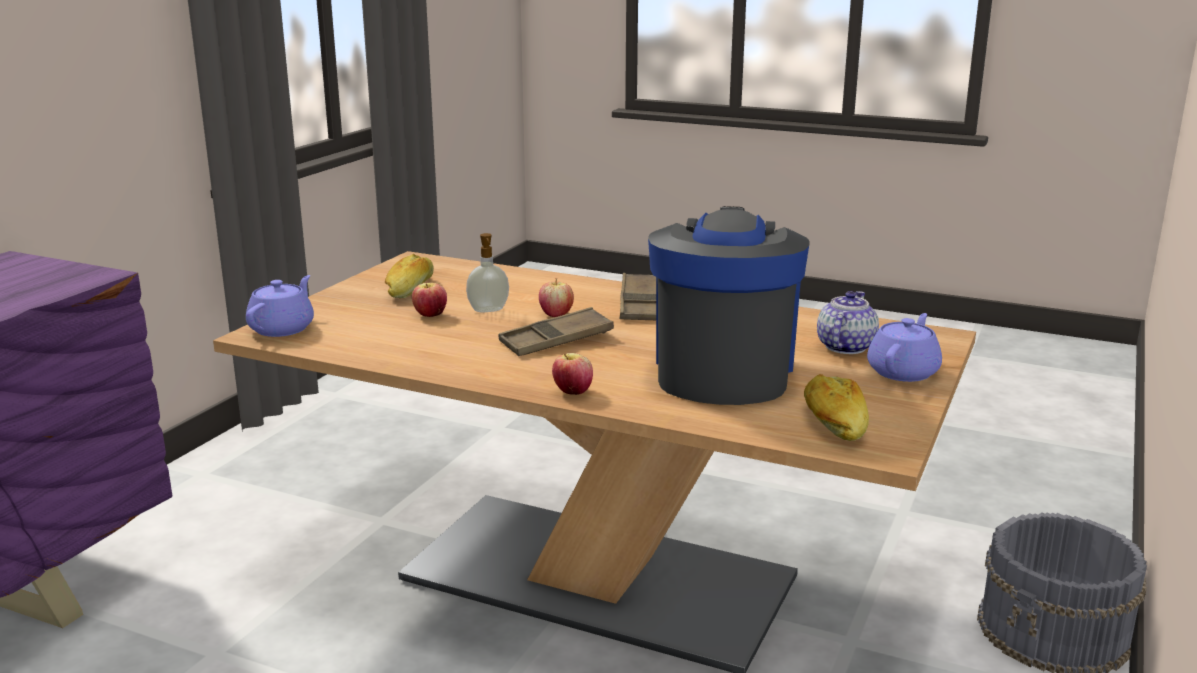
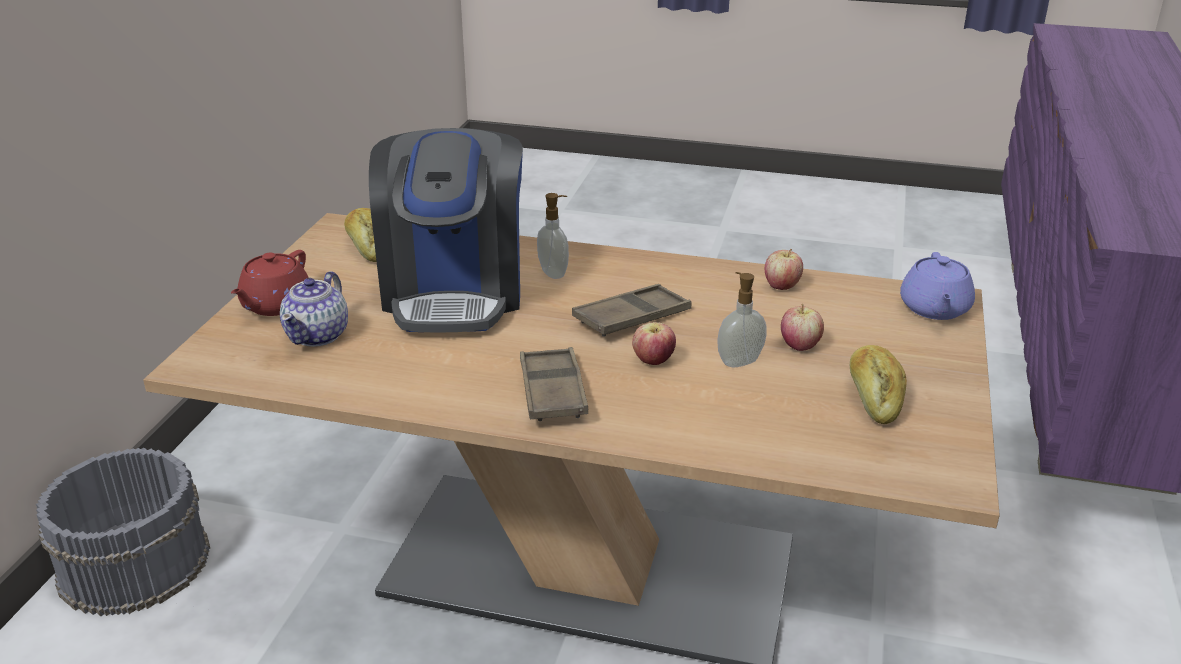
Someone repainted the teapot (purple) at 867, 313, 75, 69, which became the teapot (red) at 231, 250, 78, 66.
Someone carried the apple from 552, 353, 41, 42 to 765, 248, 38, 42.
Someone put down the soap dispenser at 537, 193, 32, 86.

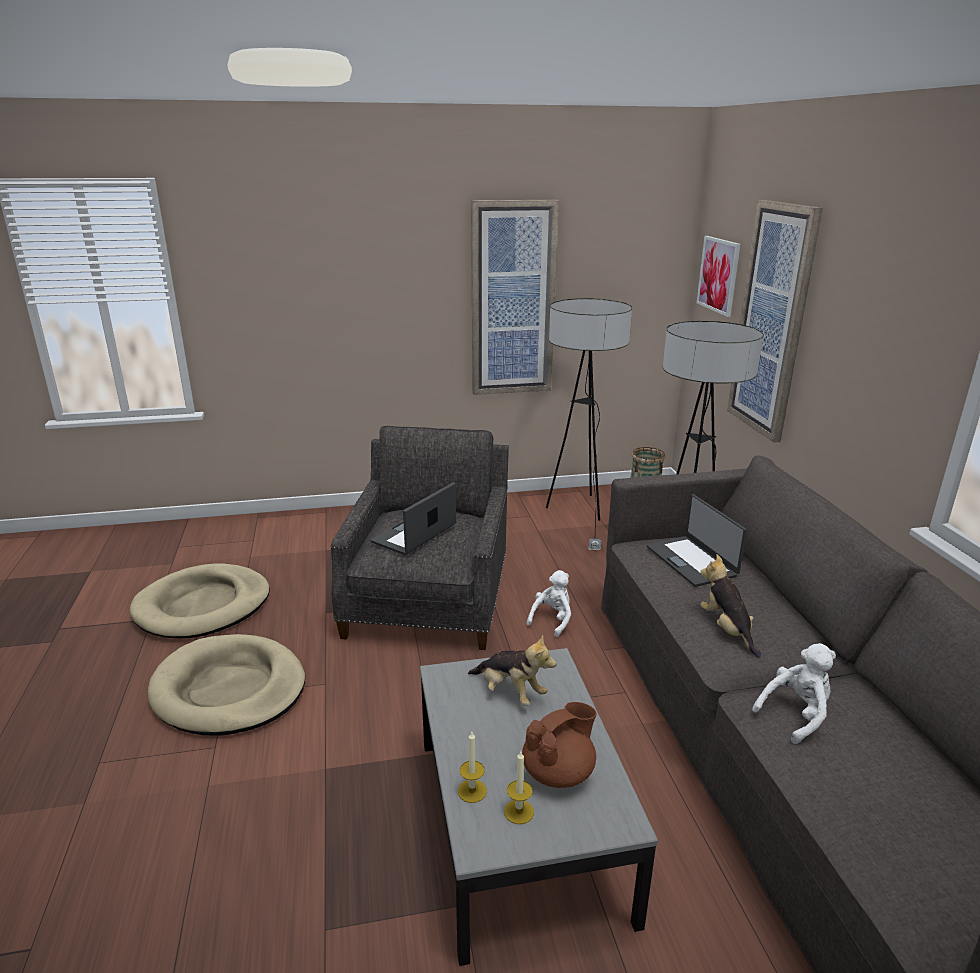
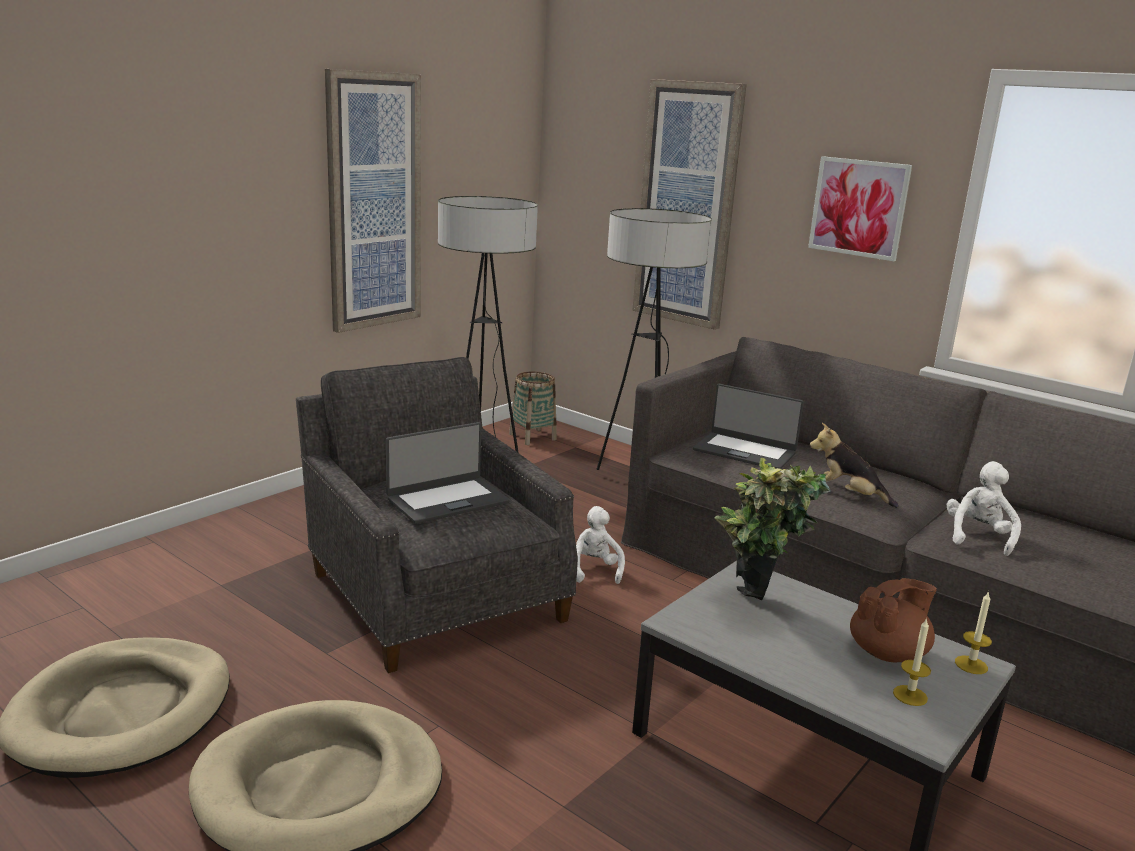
Someone carried the picture from 697, 236, 44, 81 to 808, 156, 104, 105.
Someone rotated the laptop at 370, 482, 86, 73 by 120 degrees counterclockwise.
Someone swapped the plush toy at 468, 634, 88, 72 for the potted plant at 715, 458, 116, 142.
Someone rotated the teapot (brown) at 522, 702, 75, 86 by 45 degrees clockwise.
Someone carried the candle from 458, 732, 29, 71 to 955, 591, 37, 83.

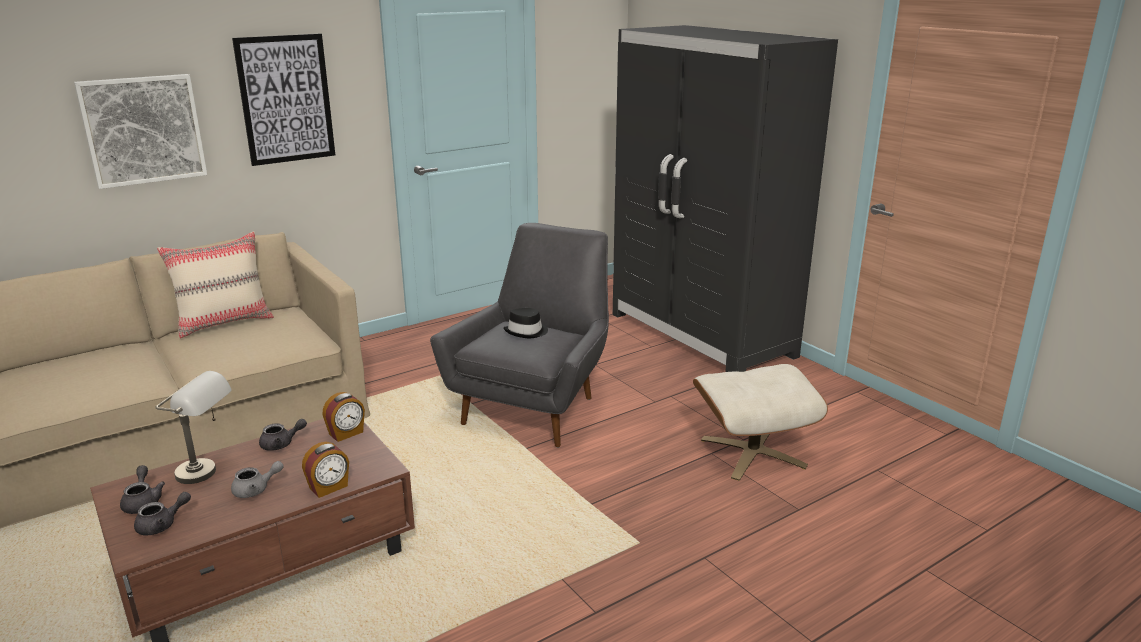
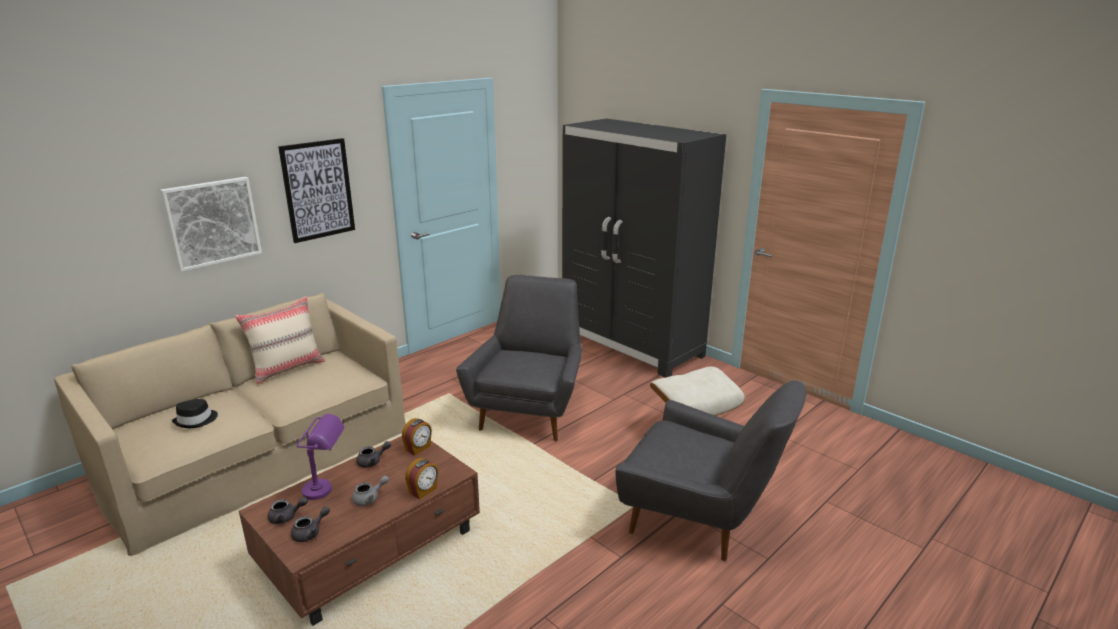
Someone carried the hat (black) from 503, 308, 45, 30 to 172, 399, 46, 29.
Someone repainted the table lamp (grey) at 155, 371, 77, 113, which became the table lamp (purple) at 296, 414, 49, 86.
Someone rotated the teapot (grey) at 120, 465, 45, 49 by 105 degrees clockwise.
Someone put down the armchair (grey) at 615, 381, 192, 180.

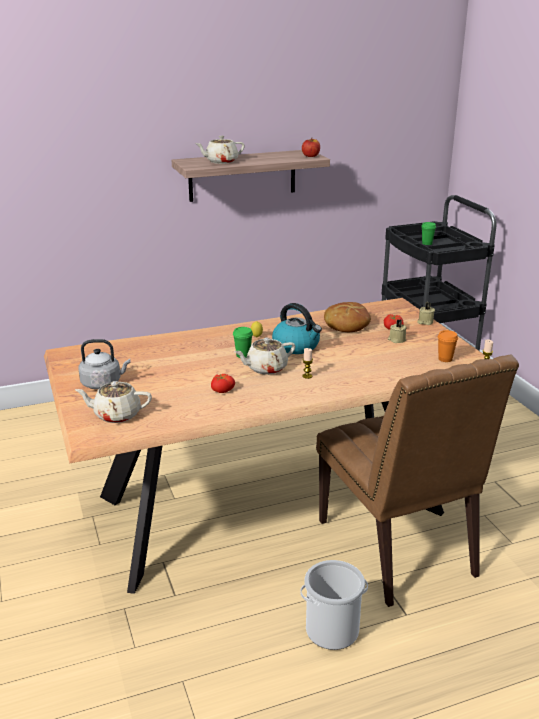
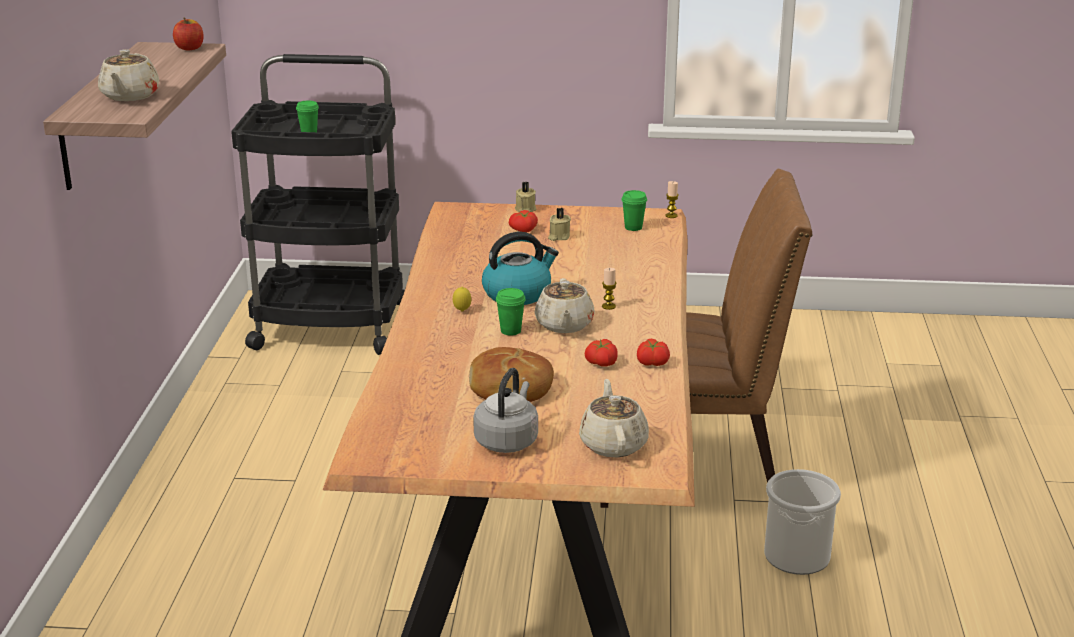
Someone carried the bread from 324, 302, 47, 30 to 469, 347, 85, 55.
Someone repainted the cup (orange) at 438, 330, 20, 32, which became the cup (green) at 622, 190, 25, 41.
Someone rotated the teapot (beige) at 75, 381, 77, 42 by 150 degrees clockwise.
Someone put down the tomato at 637, 339, 33, 27.

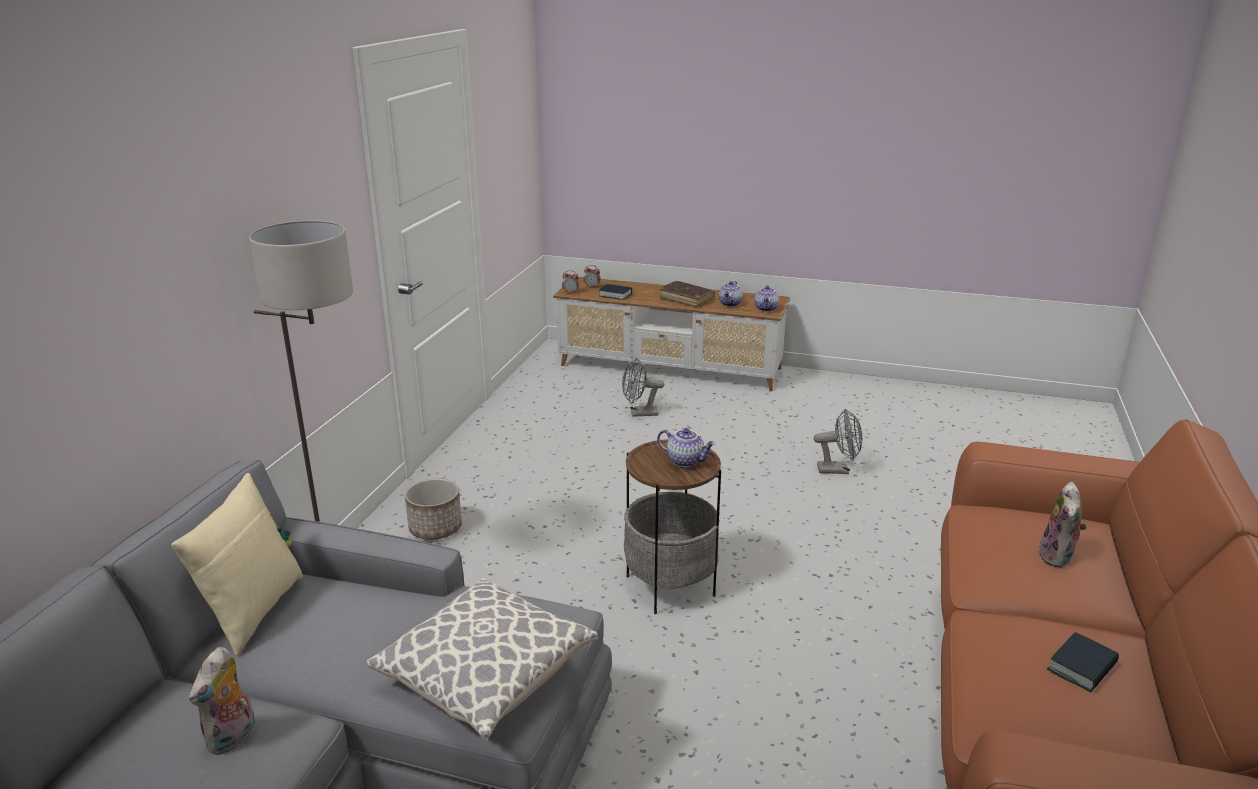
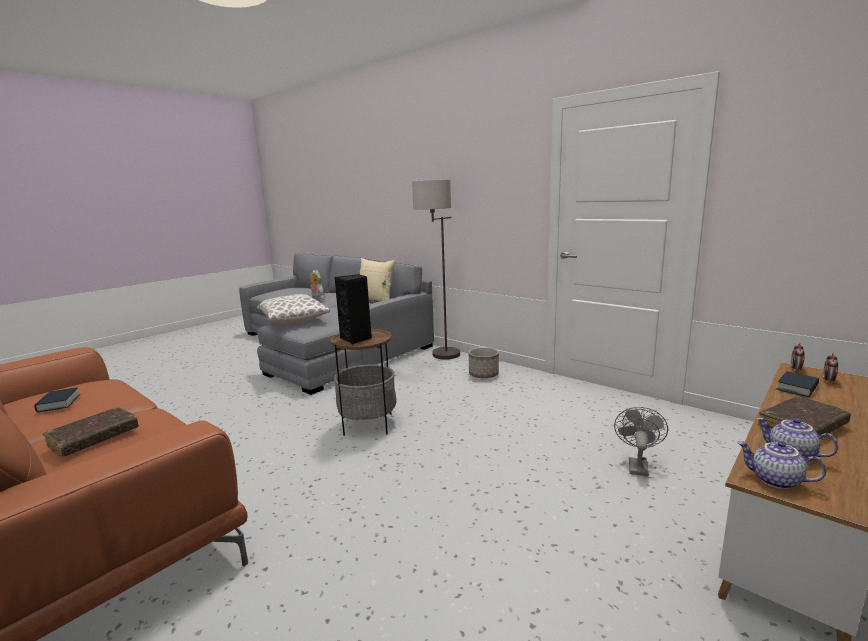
Someone took away the fan (grey) at 814, 409, 48, 65.
Someone swapped the teapot at 657, 428, 58, 39 for the speaker (black) at 335, 274, 37, 71.
Someone swapped the plush toy at 1039, 482, 48, 86 for the book (brown) at 43, 407, 96, 49.

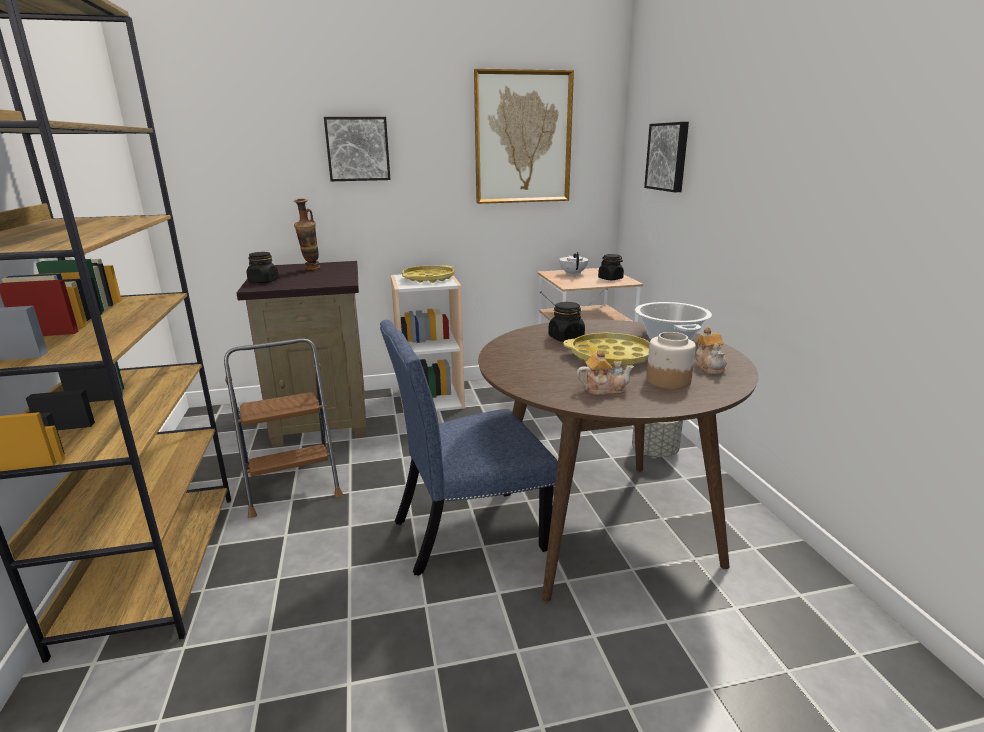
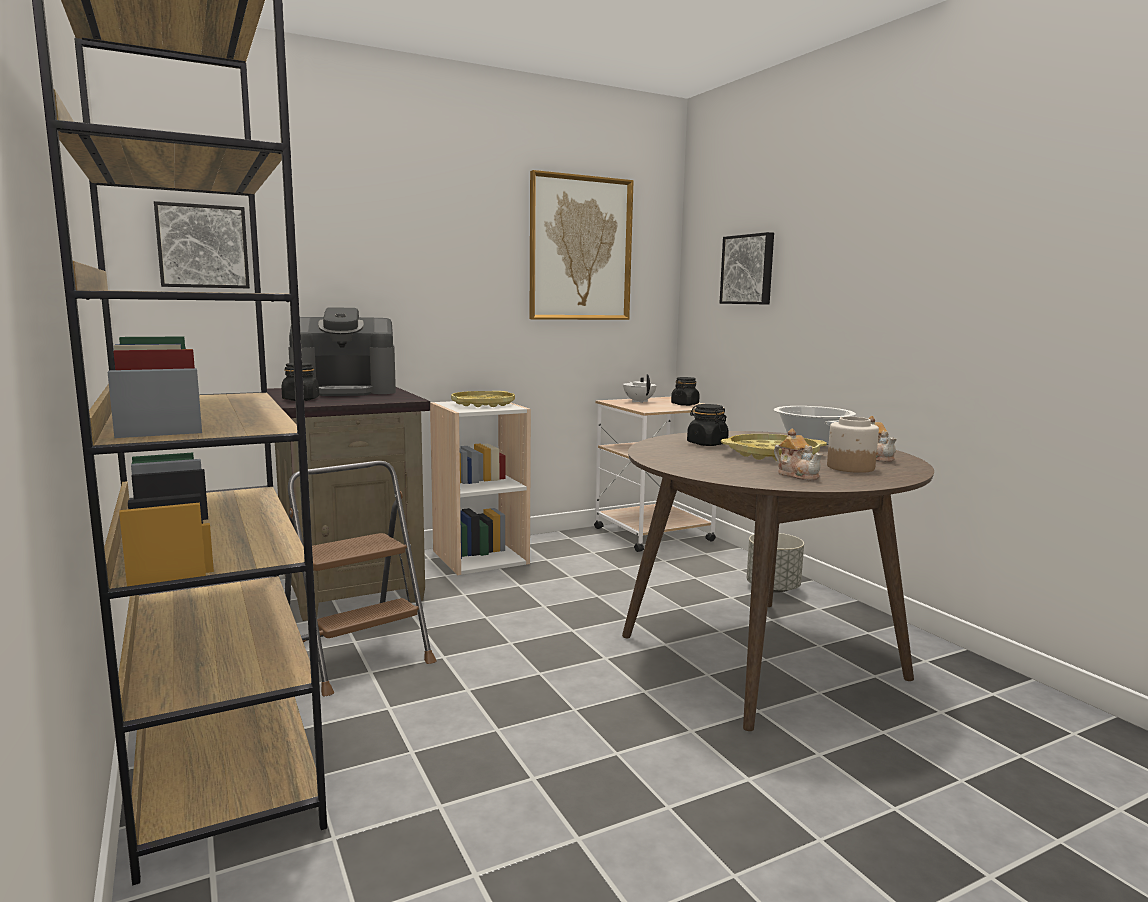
Someone carried the picture from 324, 117, 67, 64 to 154, 201, 96, 87.
Someone swapped the vase at 294, 199, 26, 72 for the coffee machine at 288, 307, 108, 89.
Someone took away the chair (blue) at 380, 320, 178, 256.
Someone rotated the teapot at 577, 350, 57, 45 by 75 degrees clockwise.

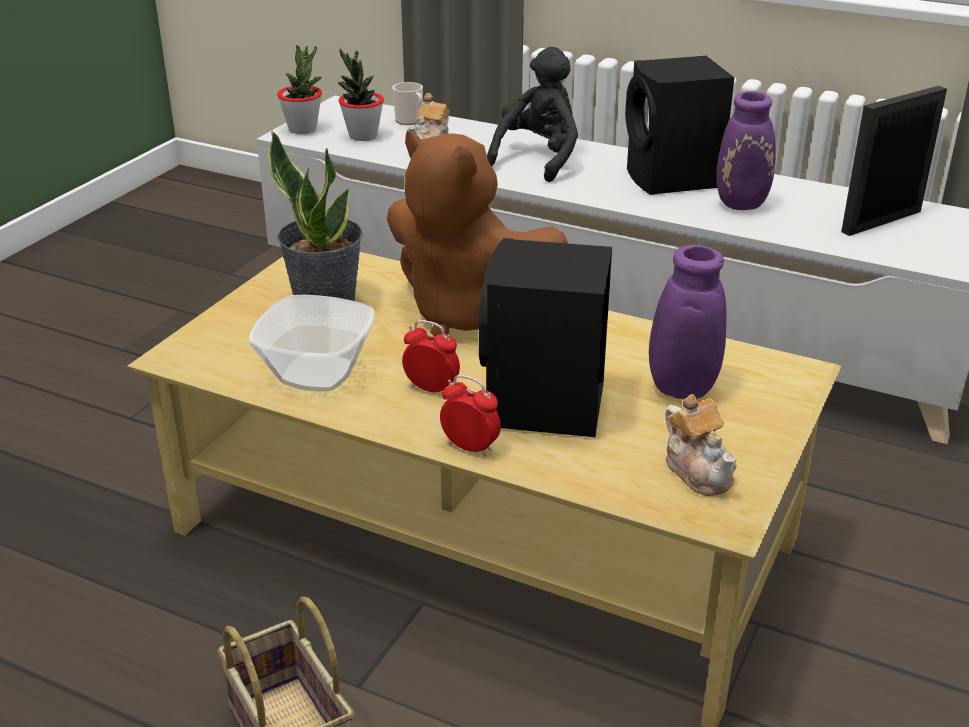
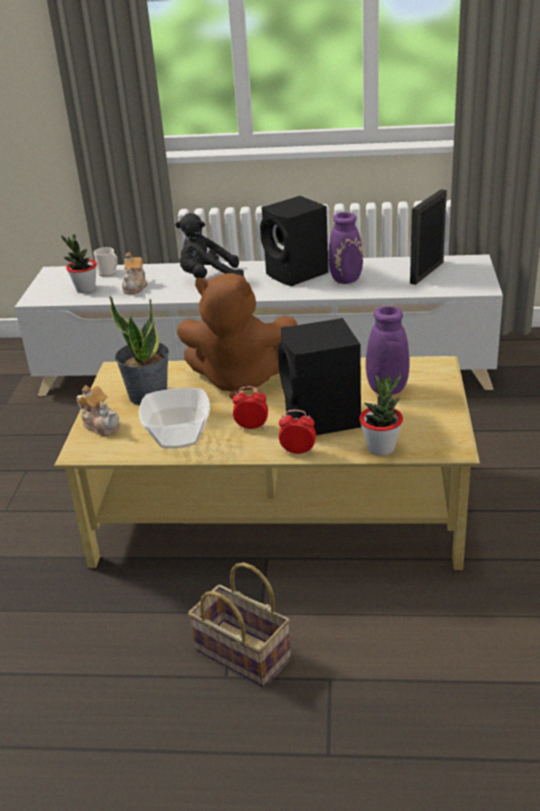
Someone carried the potted plant from 277, 45, 45, 89 to 359, 373, 44, 83.
Someone rotated the plush toy (black) at 487, 47, 91, 135 by 105 degrees counterclockwise.
Someone carried the teapot from 665, 394, 71, 102 to 77, 385, 43, 51.

